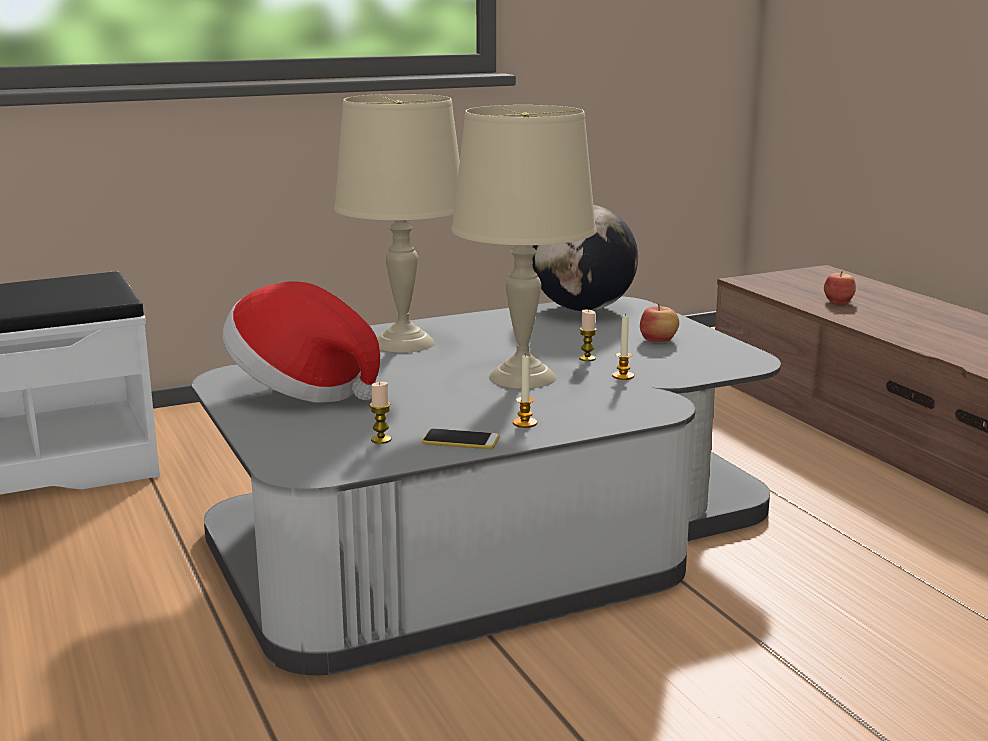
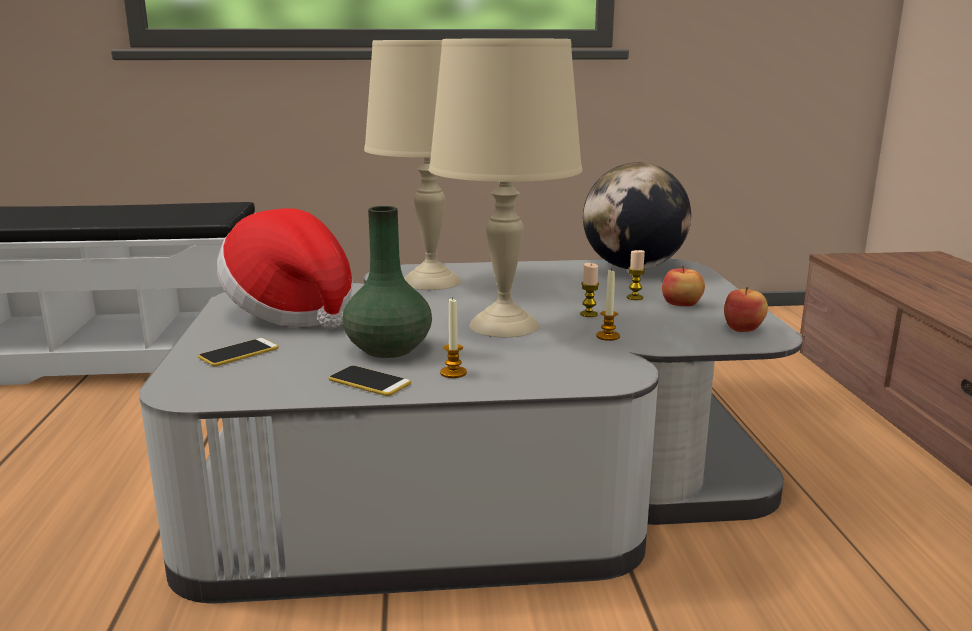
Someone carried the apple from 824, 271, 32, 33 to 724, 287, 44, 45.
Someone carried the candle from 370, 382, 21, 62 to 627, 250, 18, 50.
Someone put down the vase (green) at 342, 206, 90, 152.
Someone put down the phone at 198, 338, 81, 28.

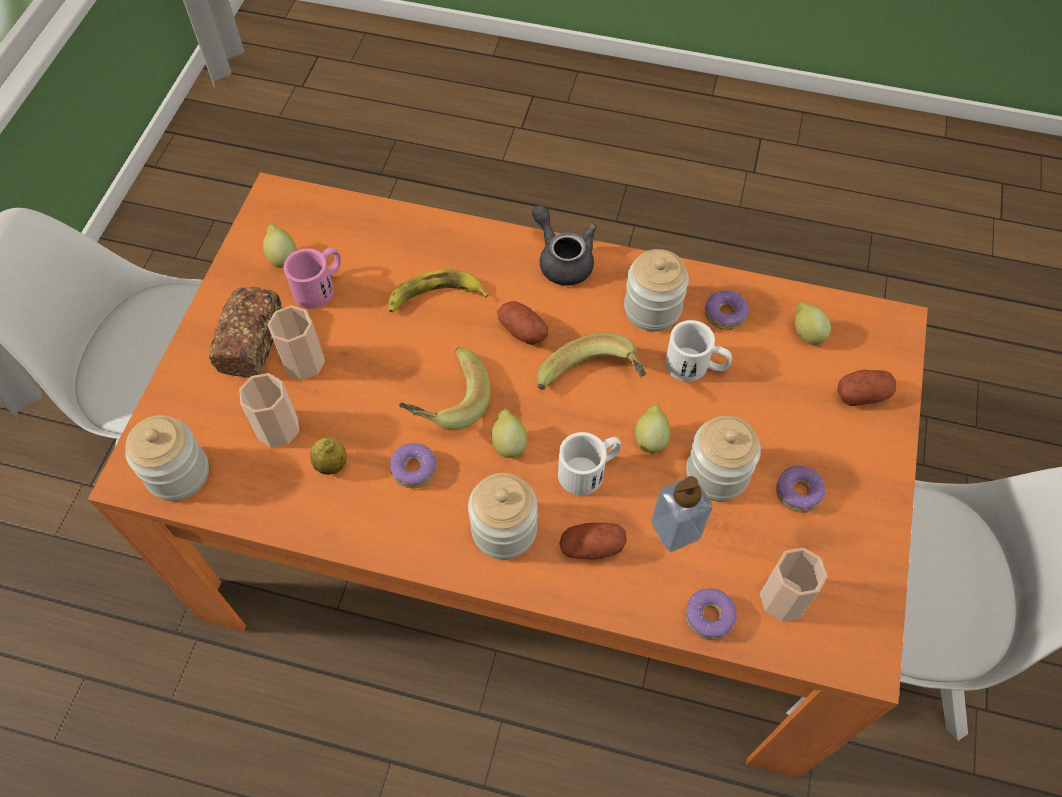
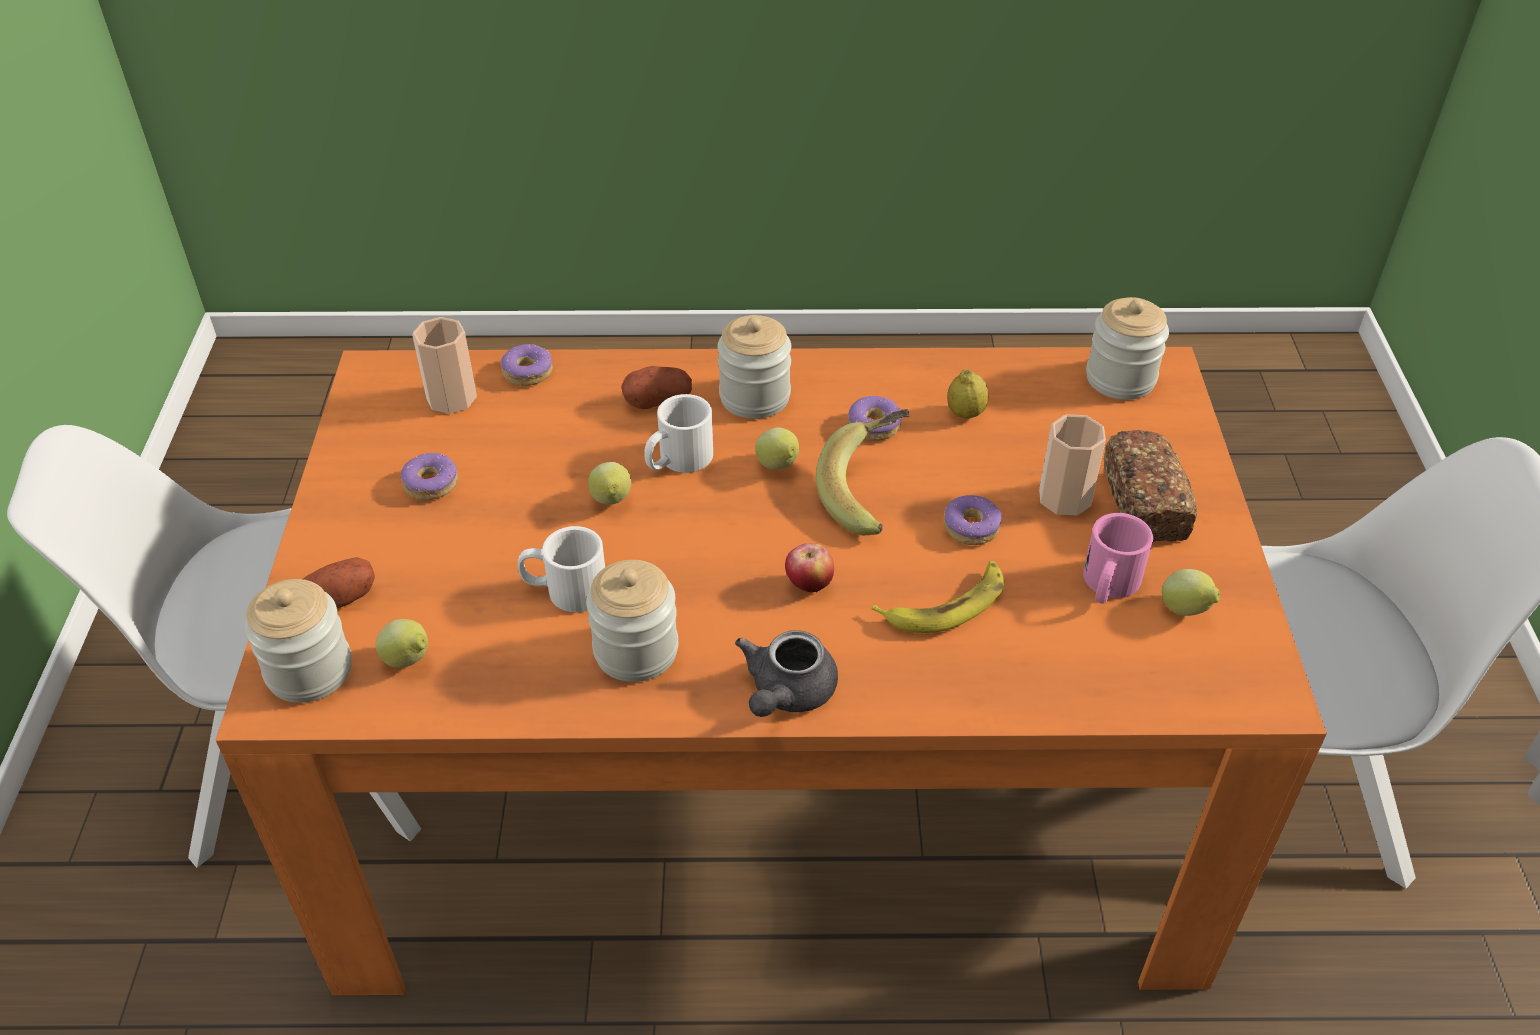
Someone rotated the teapot (grey) at 532, 205, 65, 81 by 75 degrees clockwise.
Someone carried the donut from 705, 290, 44, 40 to 944, 495, 58, 50.
Someone swapped the potato at 497, 301, 51, 44 for the apple at 785, 543, 49, 49.
Someone took away the banana at 537, 333, 109, 57.
Someone took away the cup at 239, 373, 60, 74.
Someone carried the jar from 686, 416, 75, 85 to 245, 579, 107, 124.
Someone took away the soap dispenser at 652, 476, 60, 76.

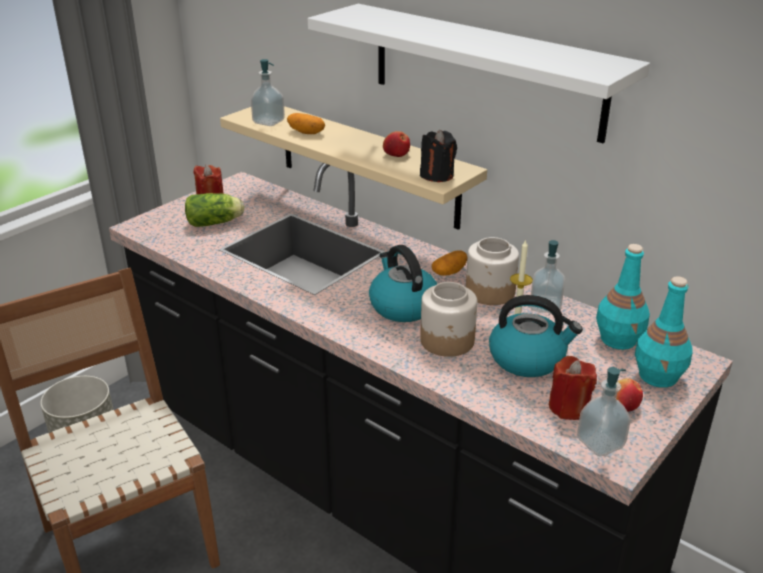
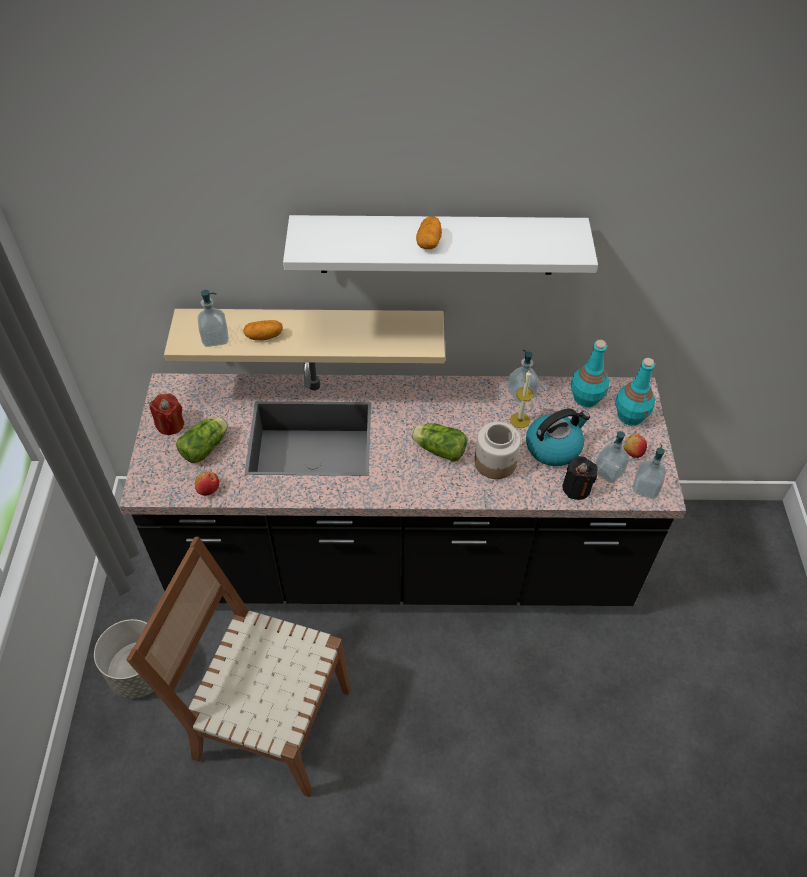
Someone carried the candle (black) from 420, 130, 37, 52 to 562, 456, 36, 44.
Someone carried the apple from 383, 131, 27, 26 to 195, 471, 24, 25.
Someone took away the jar at 466, 237, 53, 68.
Someone swapped the kettle at 369, 245, 68, 77 for the lettuce at 411, 423, 56, 38.
Someone carried the potato from 432, 250, 35, 26 to 416, 216, 26, 33.
Someone swapped the candle (red) at 549, 356, 48, 64 for the soap dispenser at 595, 431, 34, 52.

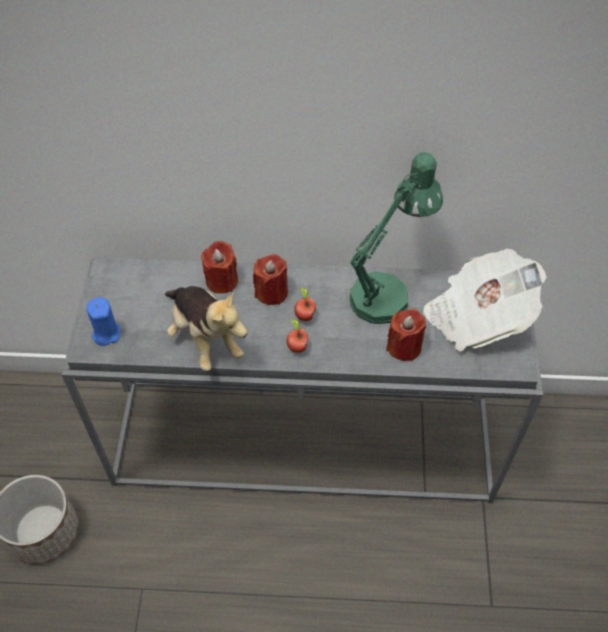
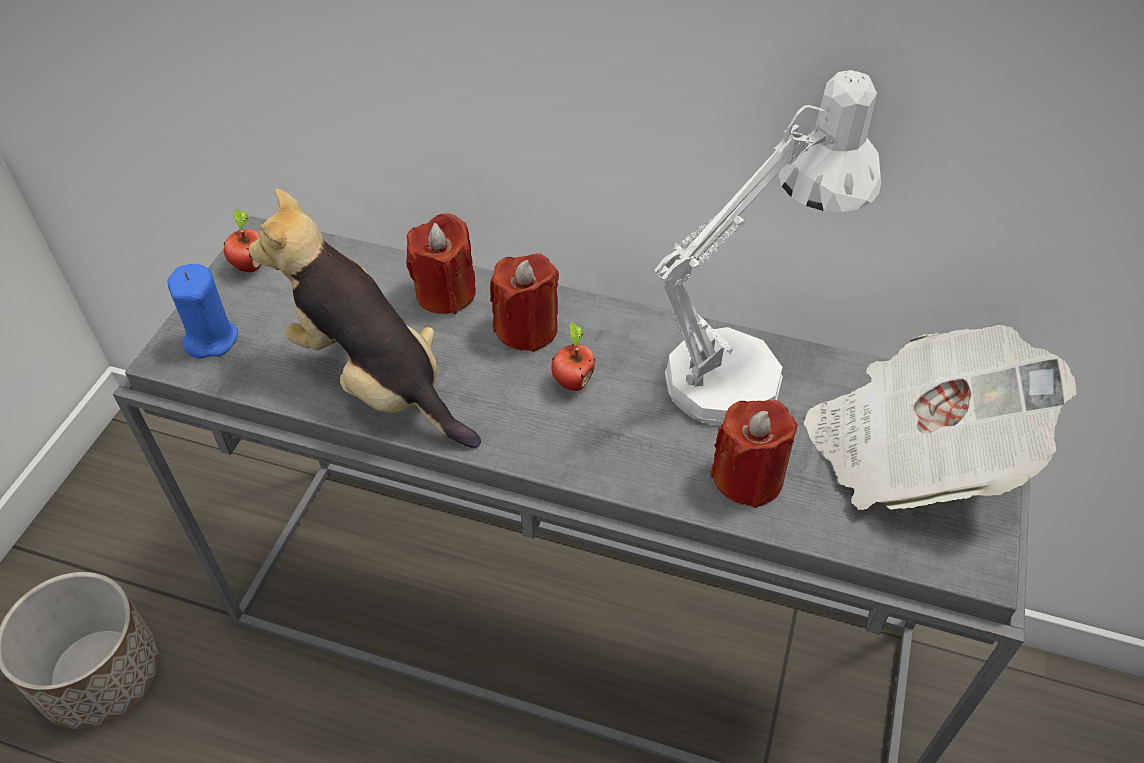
Someone repainted the table lamp (green) at 350, 152, 93, 172, which became the table lamp (white) at 655, 70, 226, 356.
Someone rotated the plush toy at 165, 286, 82, 85 by 150 degrees clockwise.
Someone carried the apple from 287, 319, 21, 34 to 224, 209, 37, 63.

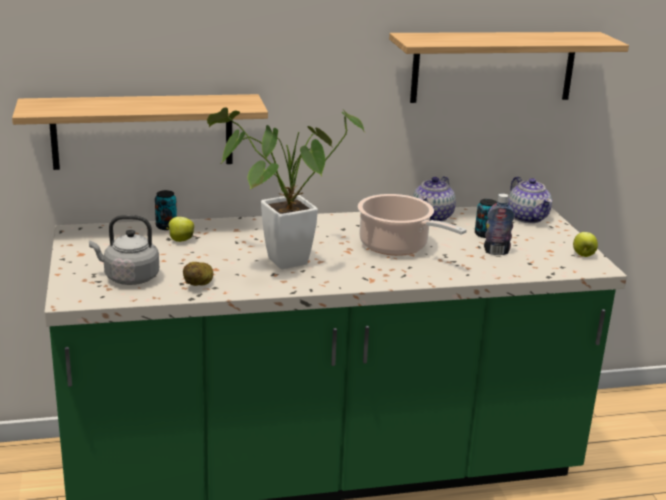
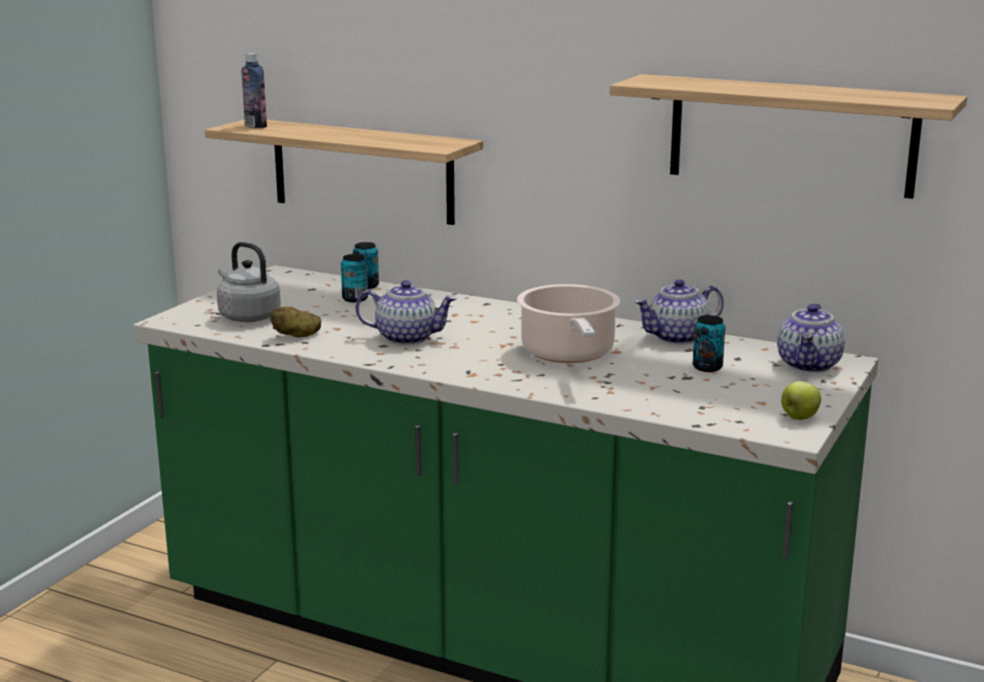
Someone swapped the potted plant at 207, 107, 157, 162 for the teapot at 355, 280, 102, 65.
Someone carried the bottle from 484, 194, 30, 61 to 241, 53, 26, 75.
Someone swapped the apple at 166, 217, 28, 25 for the can at 341, 254, 27, 49.

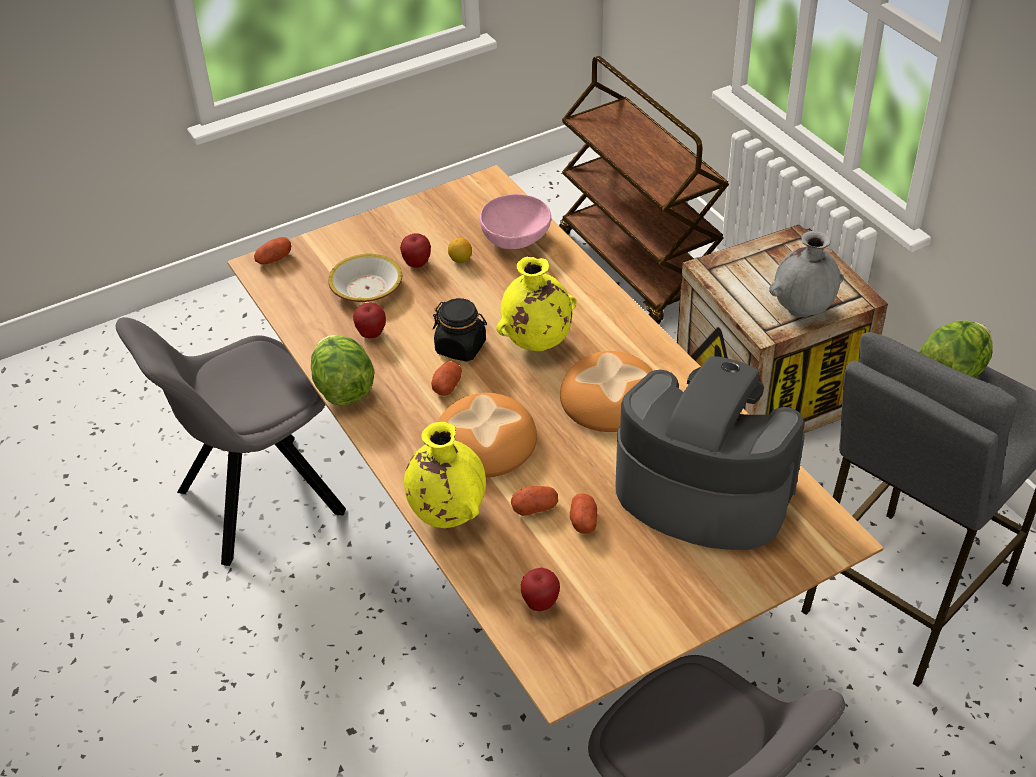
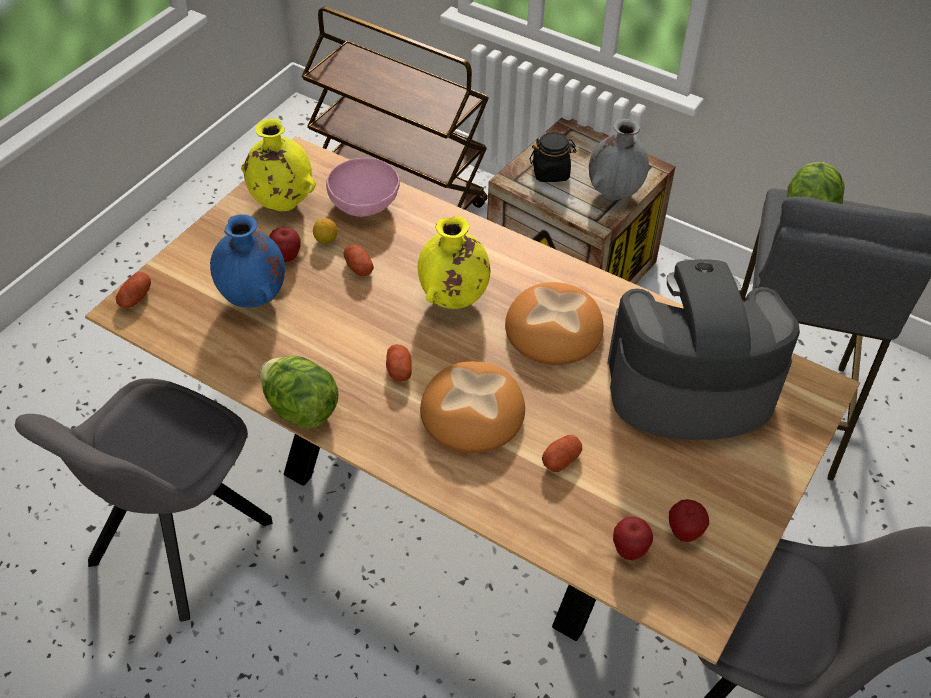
Someone swapped the bowl at 328, 254, 74, 48 for the vase (blue) at 210, 214, 75, 94.
Someone carried the jar (black) from 433, 298, 54, 64 to 530, 132, 47, 50.
Someone carried the apple from 353, 303, 33, 35 to 669, 499, 40, 43.
Someone carried the vase (yellow) from 404, 422, 82, 106 to 241, 119, 75, 92.
Someone carried the potato from 570, 493, 27, 41 to 344, 245, 30, 31.

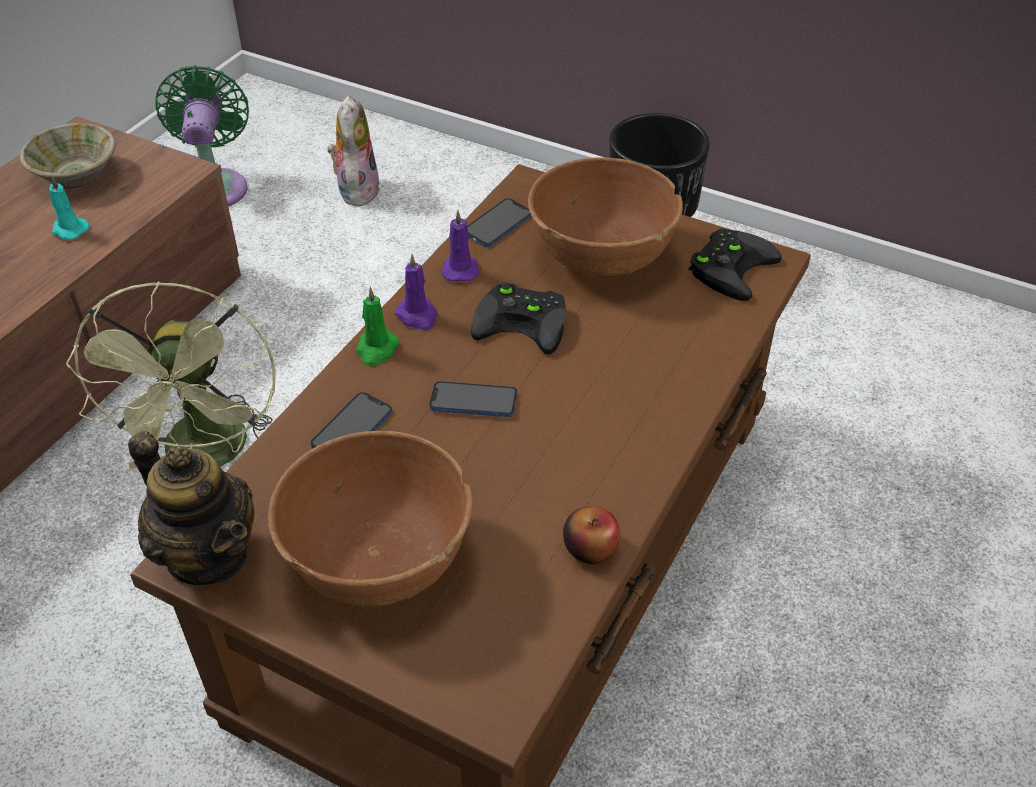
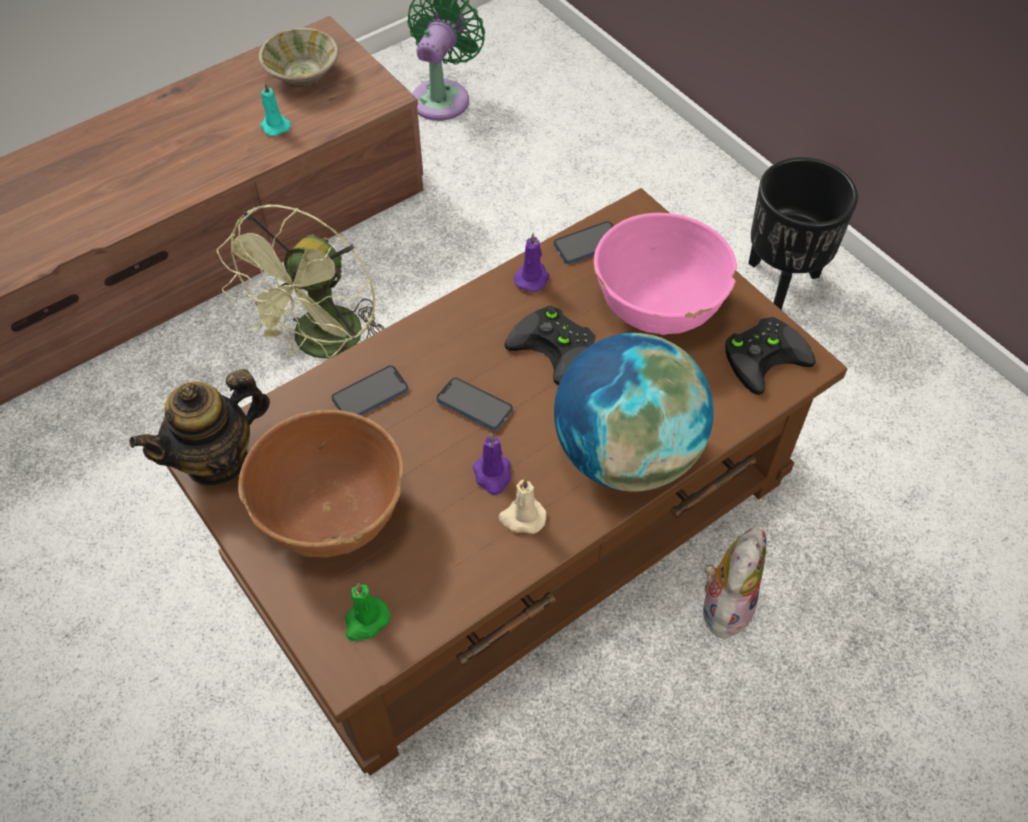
Someone carried the plush toy from 327, 95, 53, 112 to 703, 525, 63, 120.
Someone repainted the bowl (brown) at 528, 157, 155, 120, which became the bowl (pink) at 594, 213, 143, 122.
Someone carried the candle (purple) from 395, 254, 43, 76 to 473, 432, 38, 63.
Someone carried the candle (green) from 356, 287, 43, 79 to 345, 583, 45, 58.
Someone rotated the teapot at 128, 431, 127, 154 by 75 degrees clockwise.
Someone took away the apple at 563, 506, 57, 58.
Someone put down the globe at 554, 333, 159, 158.
Someone put down the candle (beige) at 499, 478, 47, 56.

